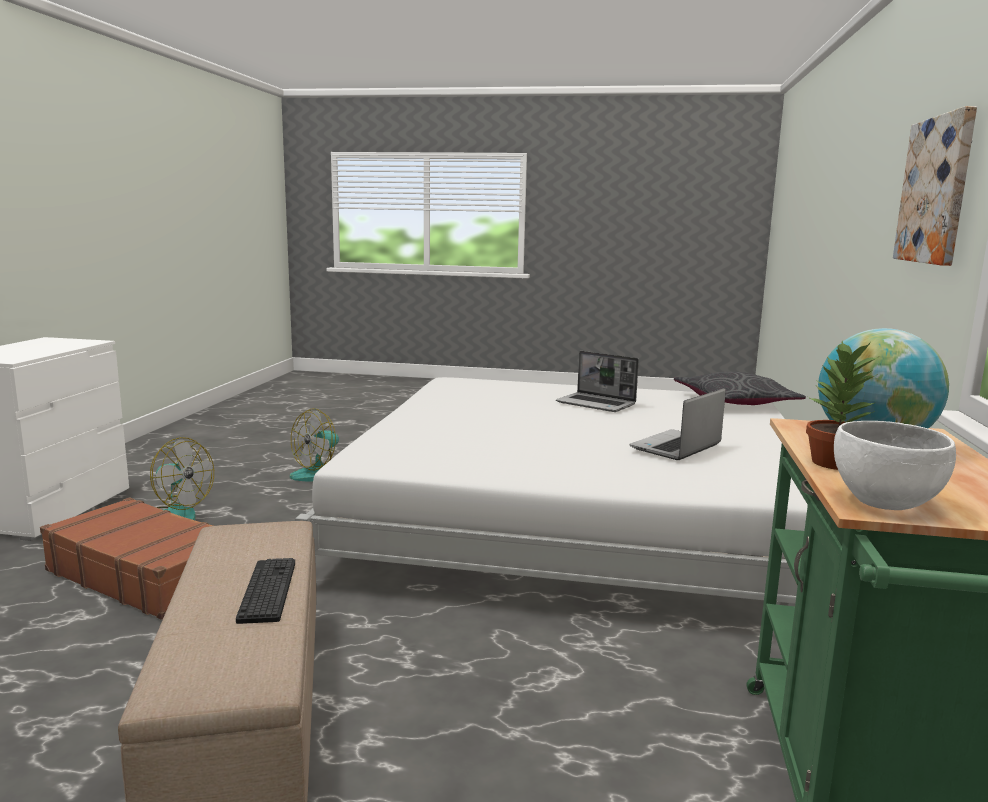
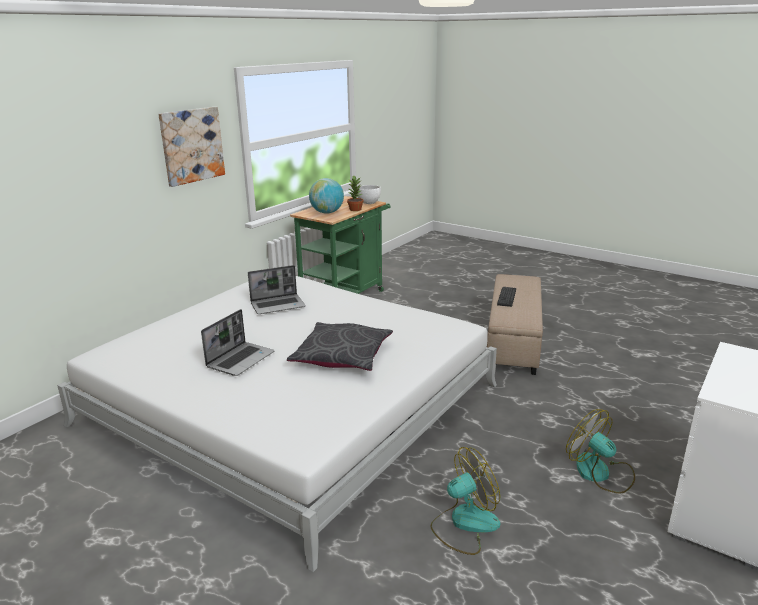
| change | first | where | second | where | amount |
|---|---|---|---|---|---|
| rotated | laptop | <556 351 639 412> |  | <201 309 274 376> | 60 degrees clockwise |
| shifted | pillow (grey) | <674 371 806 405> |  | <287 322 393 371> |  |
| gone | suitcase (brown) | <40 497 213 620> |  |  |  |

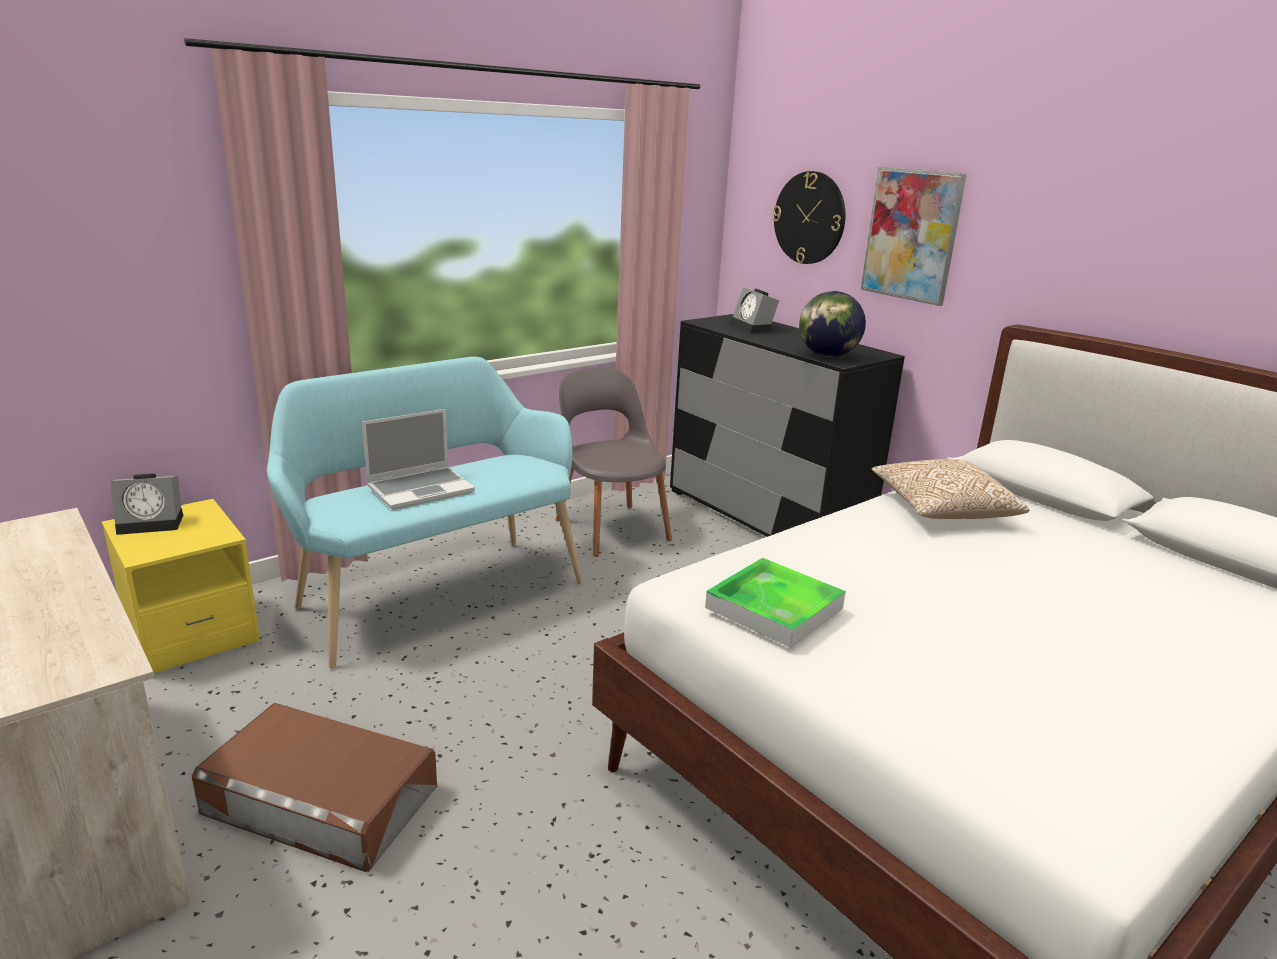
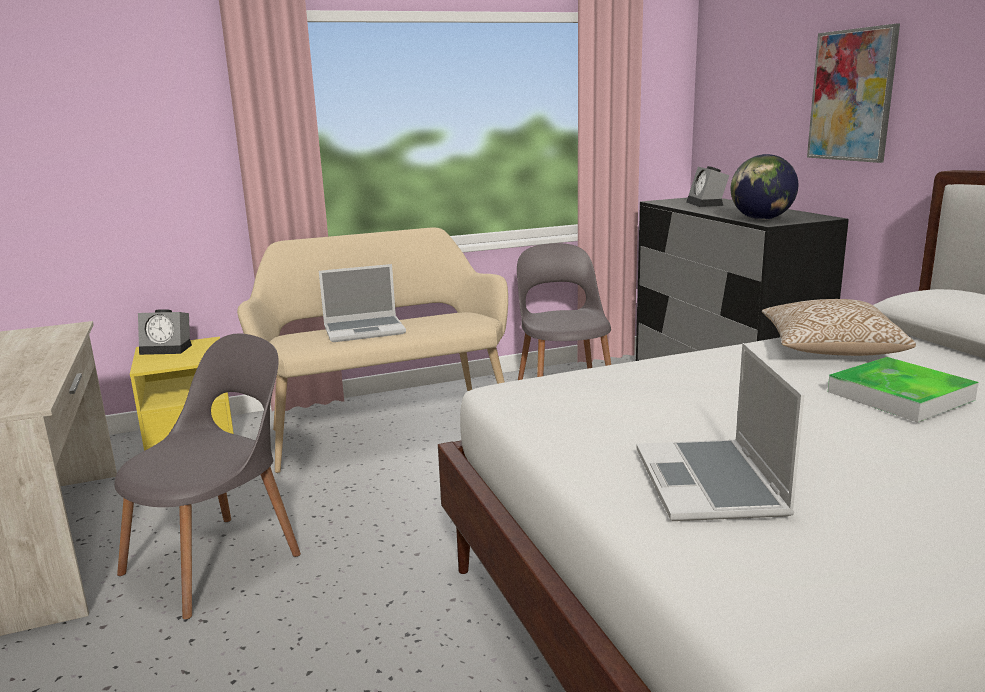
| change | first | where | second | where | amount |
|---|---|---|---|---|---|
| gone | wall clock | <772 171 845 264> |  |  |  |
| repainted | bench (turquoise) | <267 357 583 669> | bench (beige) | <237 228 508 473> |  |
| shifted | tray | <705 558 846 648> |  | <828 357 979 423> |  |
| swapped | storage box (brown) | <192 703 437 872> | chair (grey) | <114 333 301 620> |  |
| new |  |  | laptop | <636 343 804 521> |  |

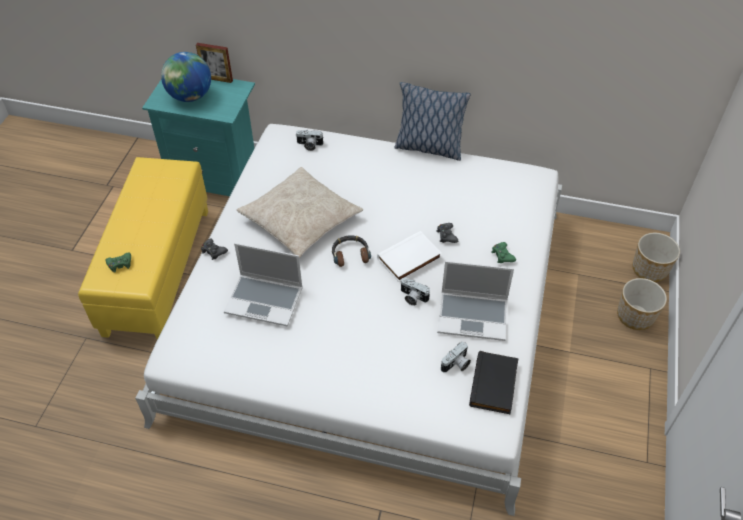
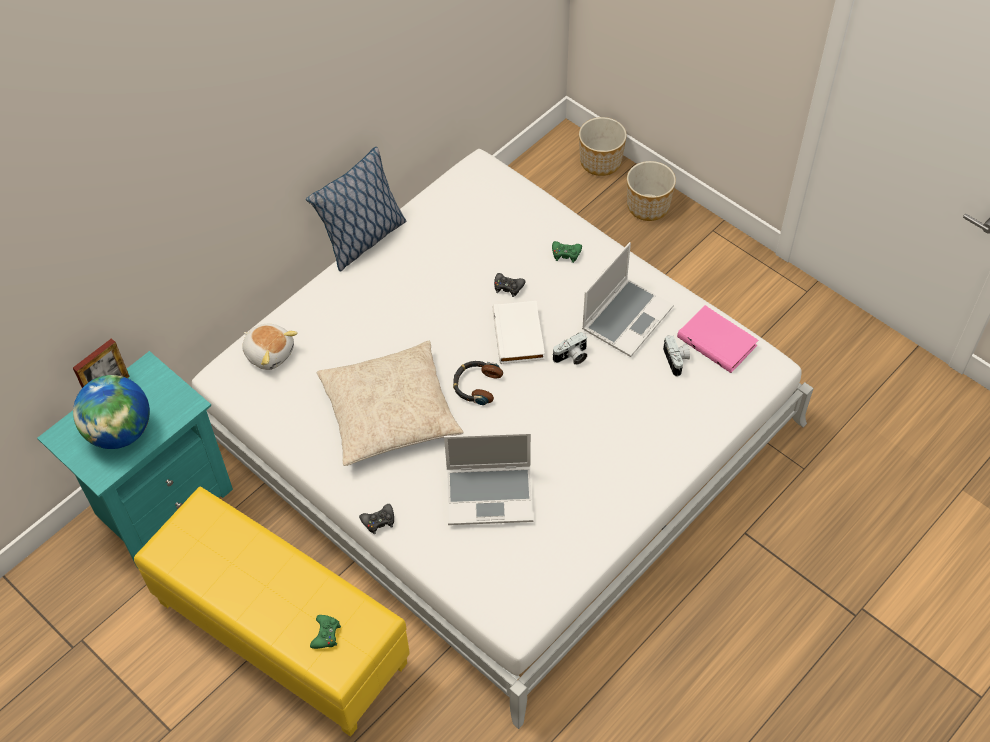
| change | first | where | second | where | amount |
|---|---|---|---|---|---|
| swapped | photo camera | <296 130 323 151> | plush toy | <242 324 298 370> |  |
| rotated | laptop | <224 243 303 327> |  | <444 433 534 525> | 45 degrees clockwise |
| repainted | book (black) | <469 351 519 414> | book (pink) | <677 305 758 373> |  |

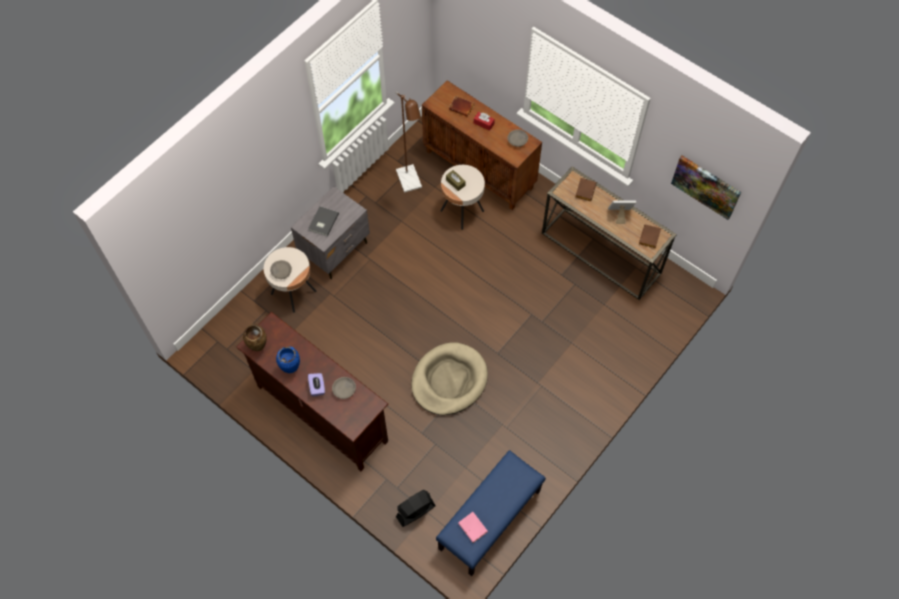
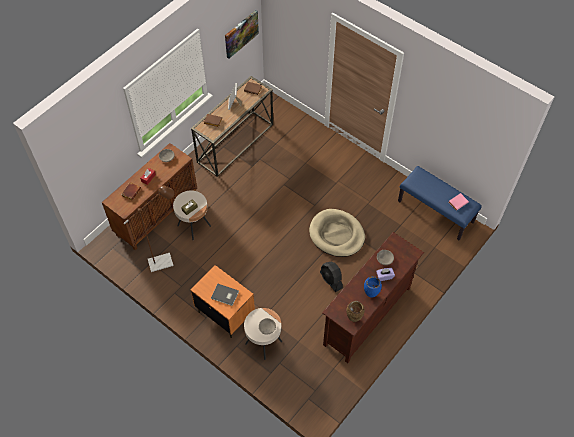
| change | first | where | second | where | amount |
|---|---|---|---|---|---|
| repainted | nightstand (grey) | <291 186 370 279> | nightstand (orange) | <191 265 255 338> |  |
| shifted | fan (black) | <396 490 436 527> |  | <320 262 343 292> |  |

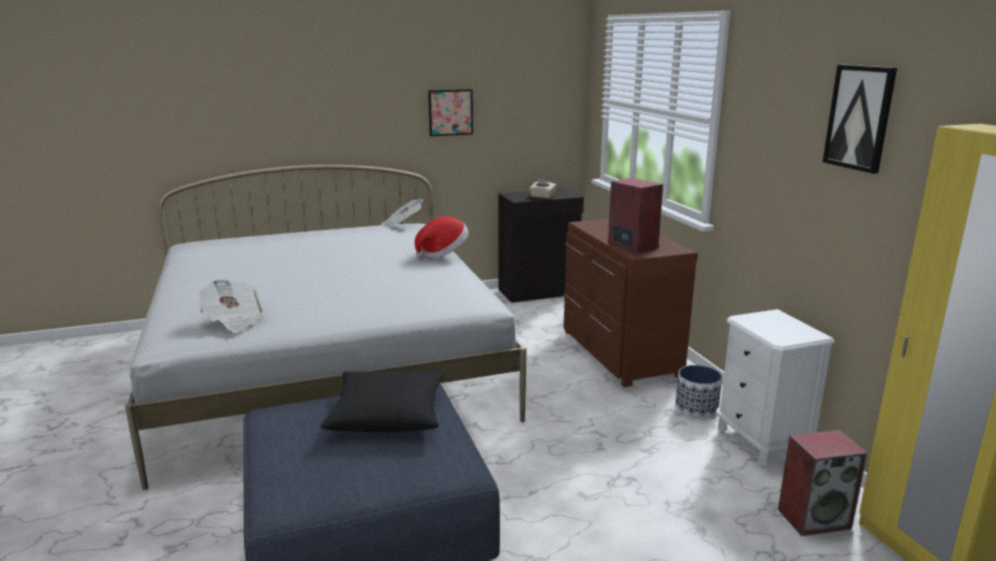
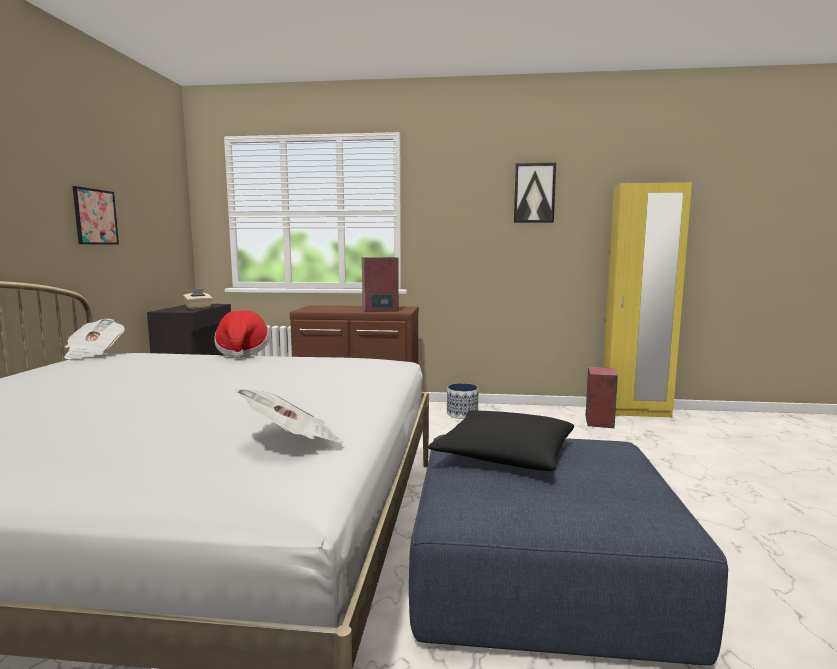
| change | first | where | second | where | amount |
|---|---|---|---|---|---|
| gone | nightstand (white) | <716 309 835 466> |  |  |  |

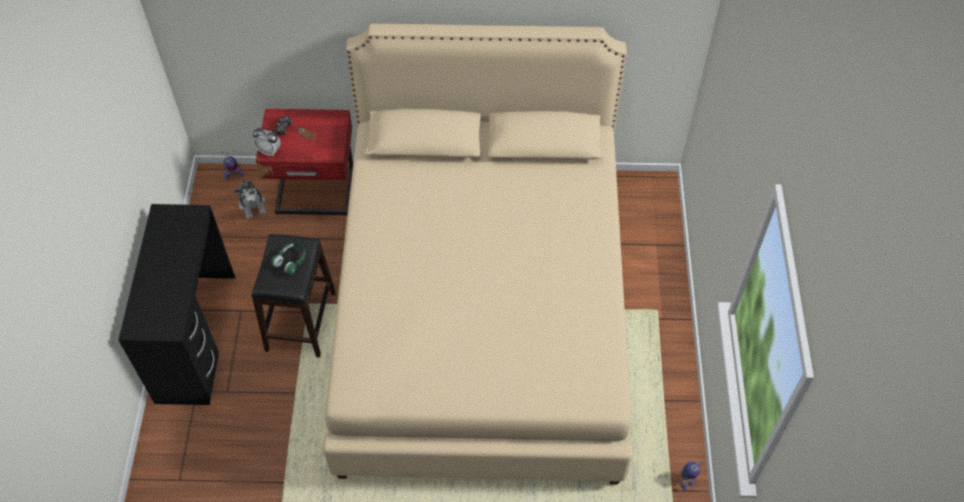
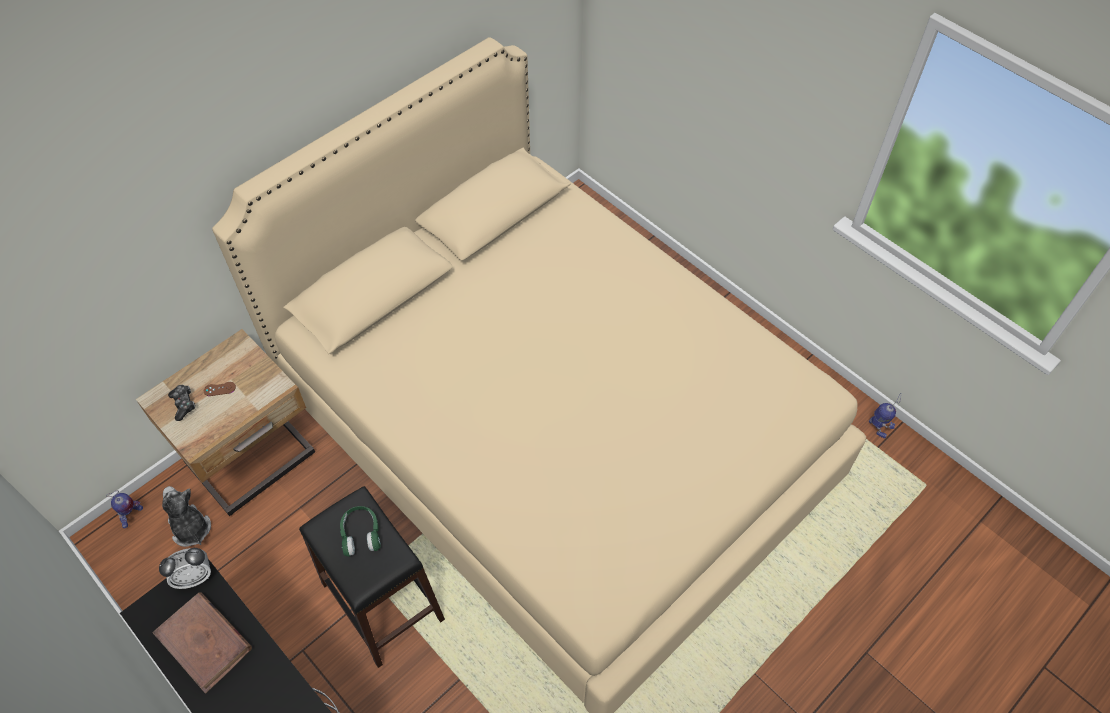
| change | first | where | second | where | amount |
|---|---|---|---|---|---|
| repainted | nightstand (red) | <256 109 353 215> | nightstand (beige) | <136 329 315 516> |  |
| shifted | alarm clock | <253 128 281 156> |  | <159 548 211 589> |  |
| rotated | plush toy | <233 179 266 219> |  | <162 486 211 547> | 150 degrees counterclockwise |
| new |  |  | book (brown) | <152 593 252 694> |  |

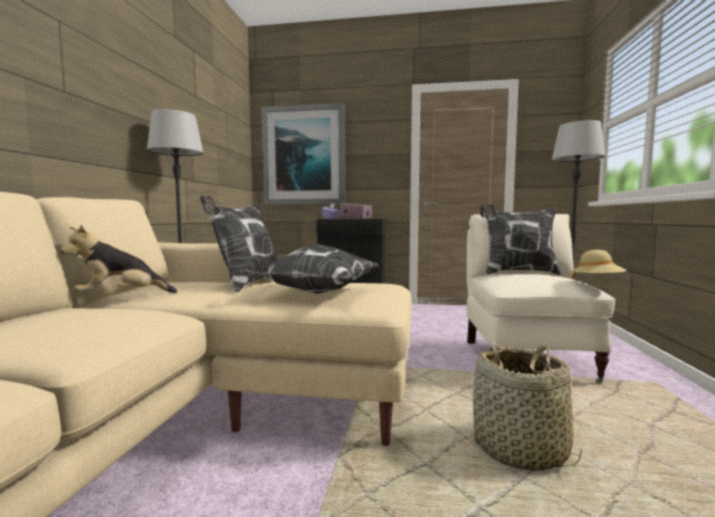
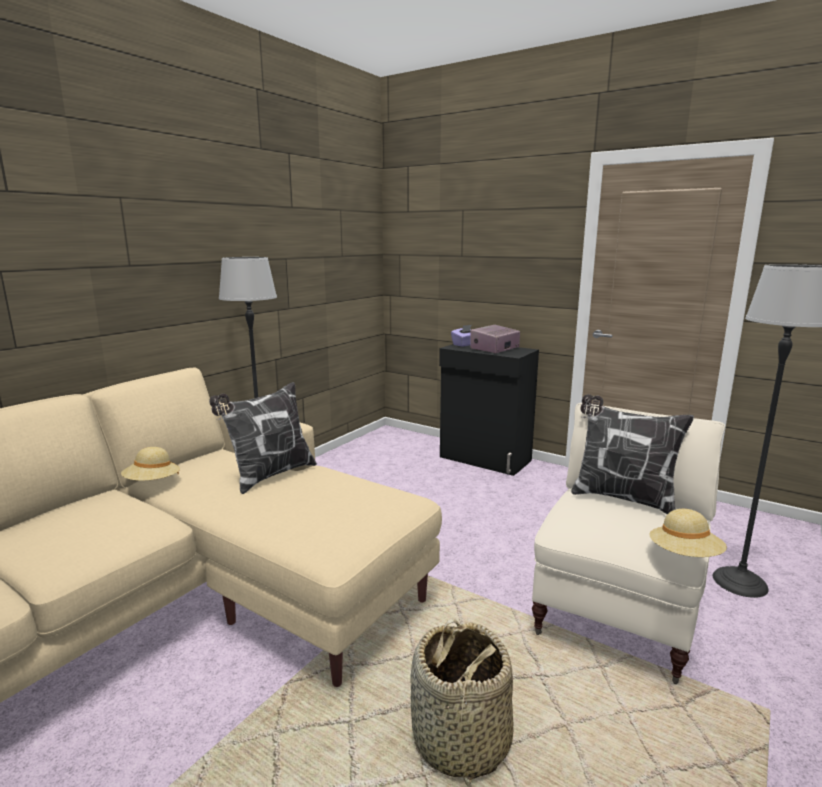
| change | first | where | second | where | amount |
|---|---|---|---|---|---|
| gone | picture | <262 103 345 205> |  |  |  |
| swapped | plush toy | <60 225 177 293> | hat (beige) | <121 447 180 481> |  |
| gone | pillow | <241 244 379 294> |  |  |  |

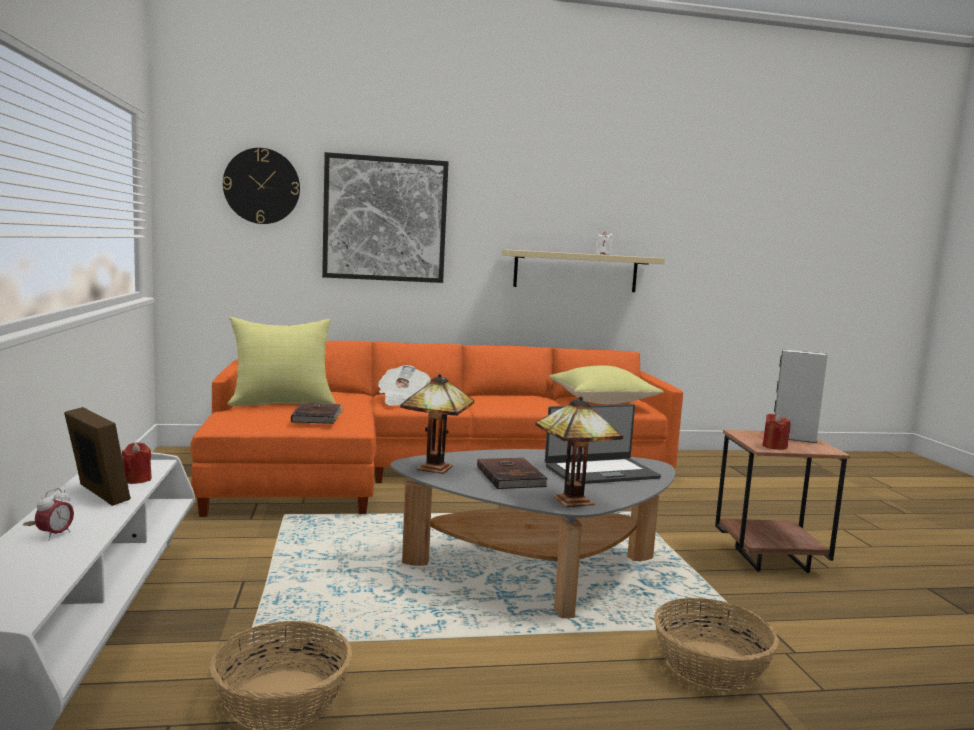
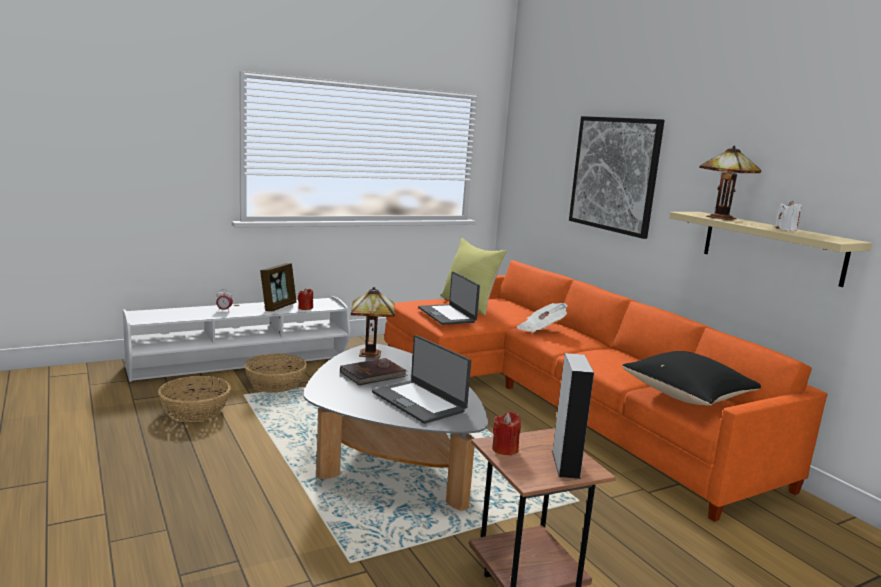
| change | first | where | second | where | amount |
|---|---|---|---|---|---|
| gone | wall clock | <223 148 300 224> |  |  |  |
| repainted | pillow (yellow) | <549 365 664 404> | pillow (black) | <622 351 761 406> |  |
| shifted | table lamp | <535 396 623 507> |  | <699 146 761 220> |  |
| swapped | book (brown) | <291 403 344 424> | laptop | <418 271 480 325> |  |
| shifted | basket | <654 598 779 691> |  | <244 353 307 392> |  |

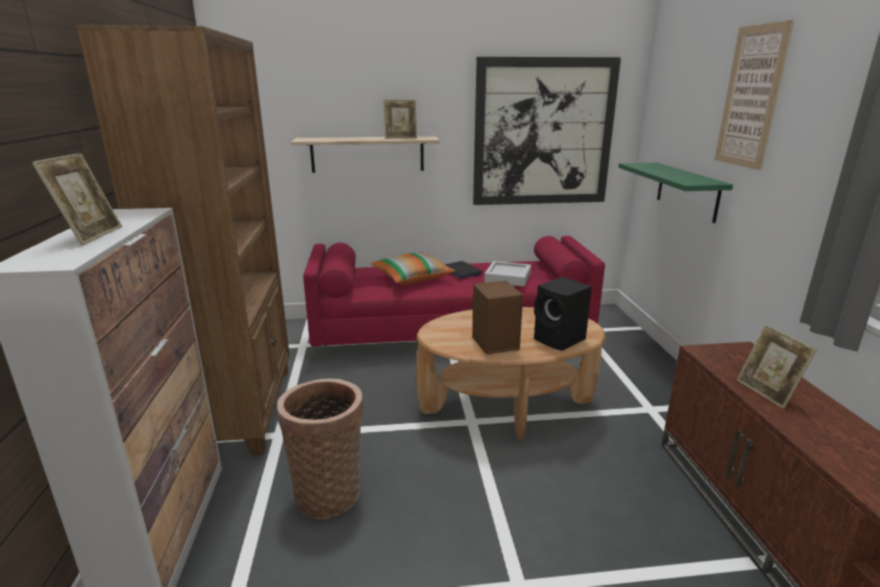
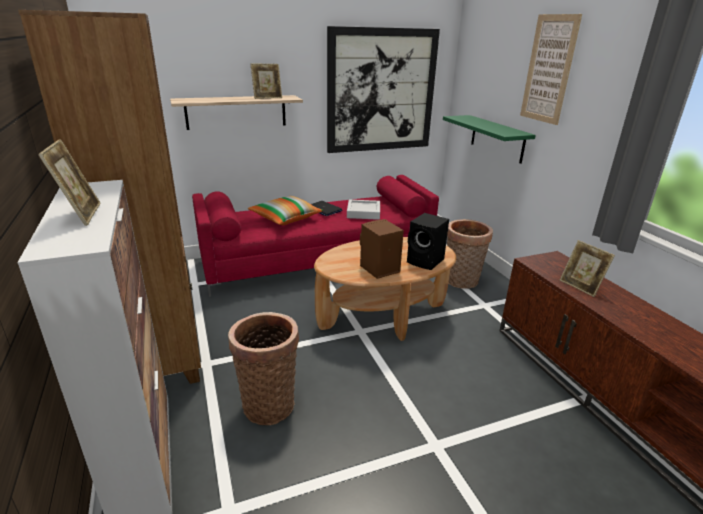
| change | first | where | second | where | amount |
|---|---|---|---|---|---|
| new |  |  | basket | <447 219 493 289> |  |

